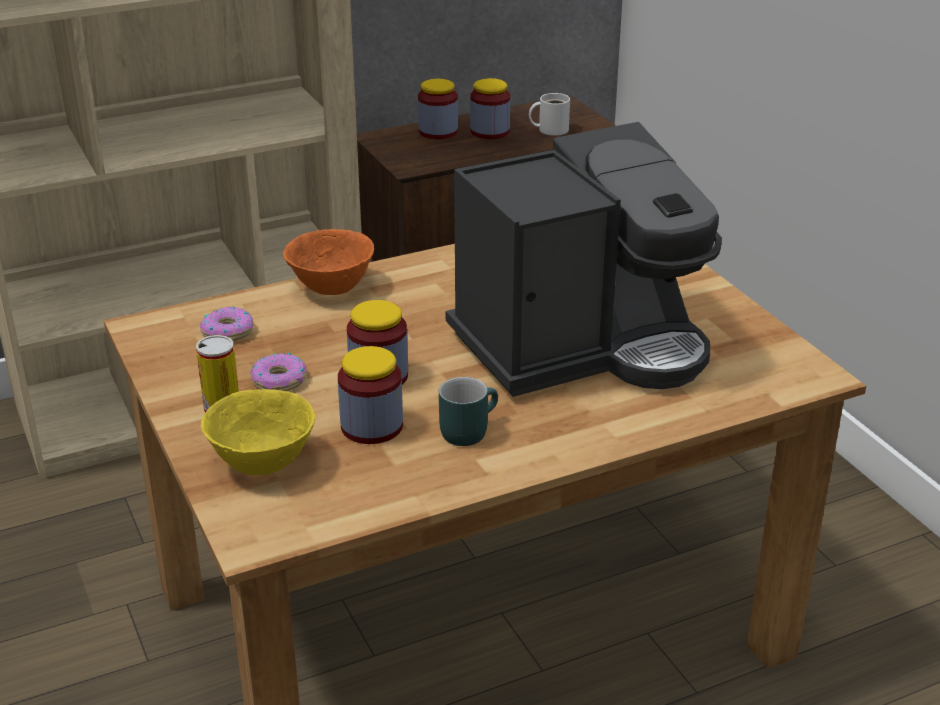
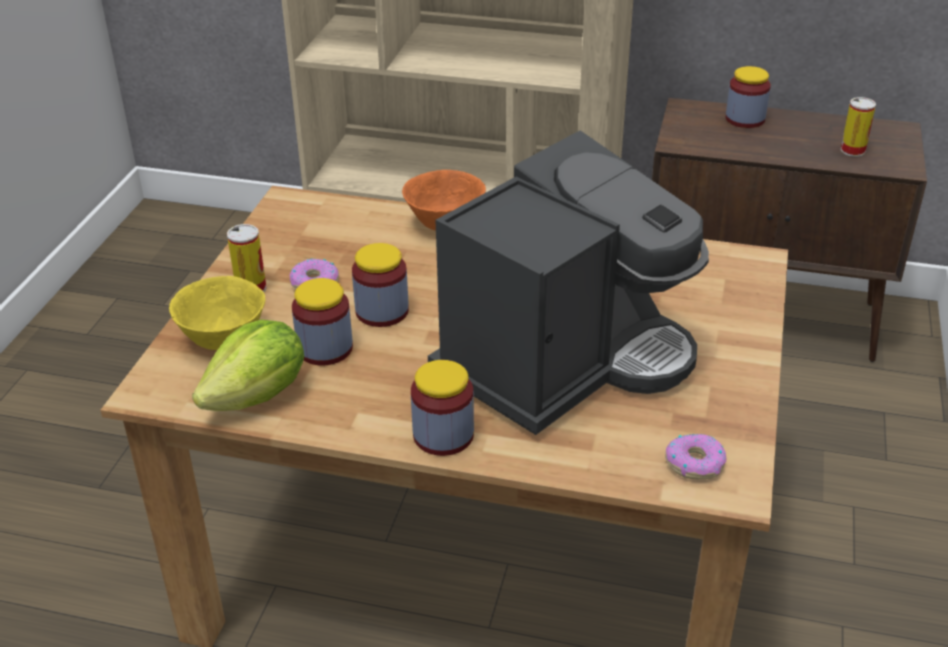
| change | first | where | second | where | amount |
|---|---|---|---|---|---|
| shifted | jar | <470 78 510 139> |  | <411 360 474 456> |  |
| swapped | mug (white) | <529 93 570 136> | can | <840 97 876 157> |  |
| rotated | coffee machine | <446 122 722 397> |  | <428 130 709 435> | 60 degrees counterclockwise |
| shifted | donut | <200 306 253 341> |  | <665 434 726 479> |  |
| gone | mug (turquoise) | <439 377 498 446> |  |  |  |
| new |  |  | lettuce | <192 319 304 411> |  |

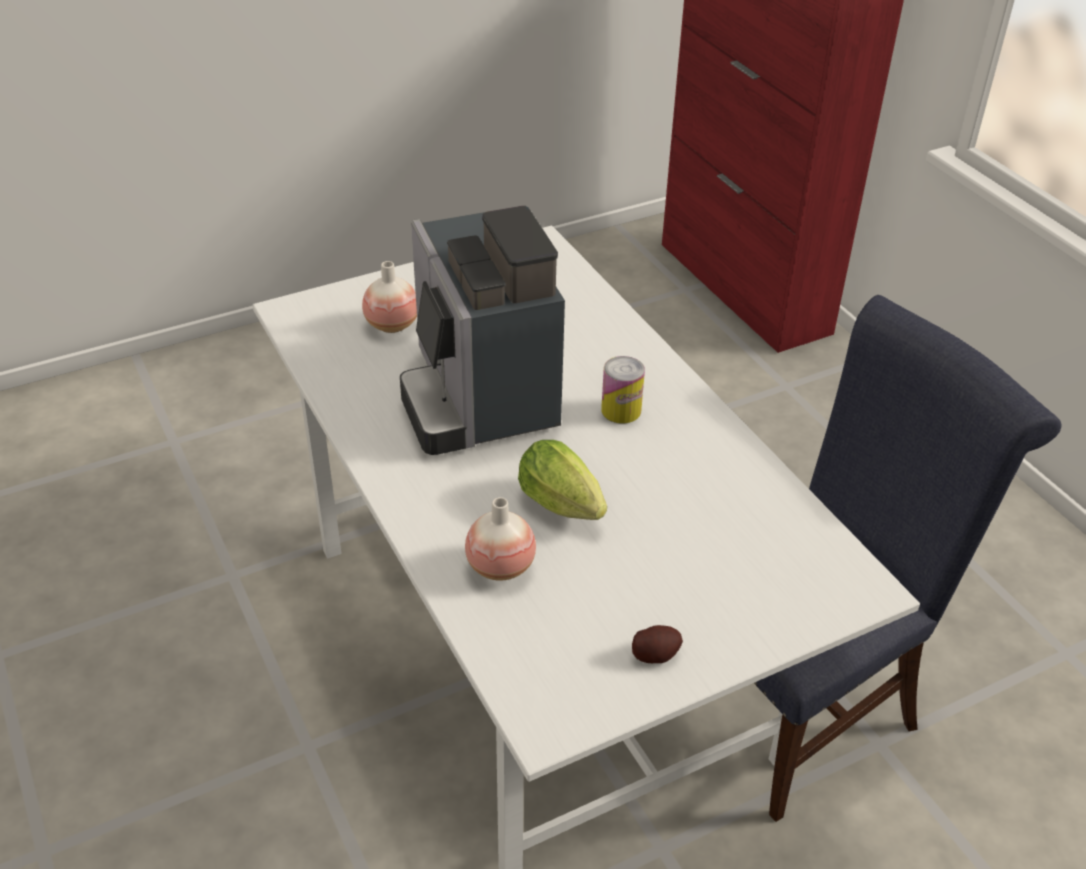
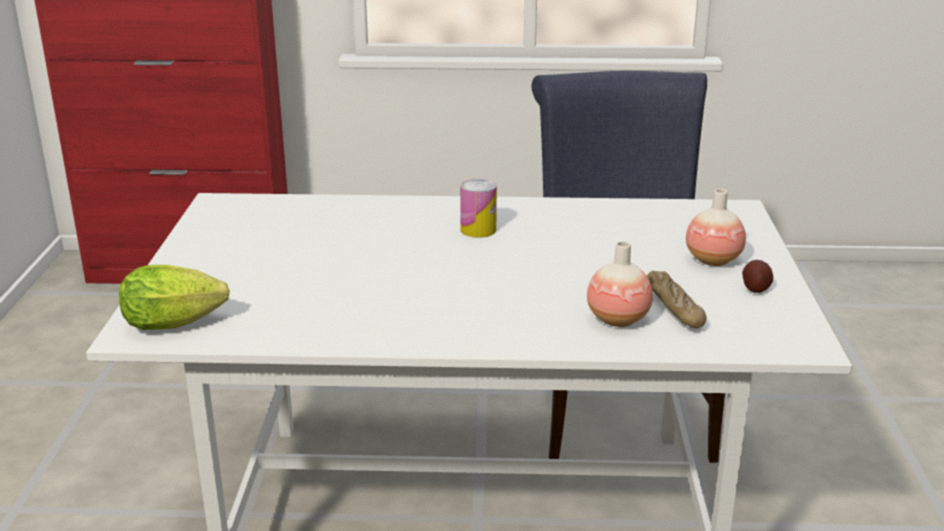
| change | first | where | second | where | amount |
|---|---|---|---|---|---|
| gone | coffee machine | <400 206 565 455> |  |  |  |
| shifted | vase | <362 261 417 333> |  | <686 189 746 266> |  |
| shifted | lettuce | <518 440 607 520> |  | <119 265 230 330> |  |
| new |  |  | bread | <647 271 706 328> |  |

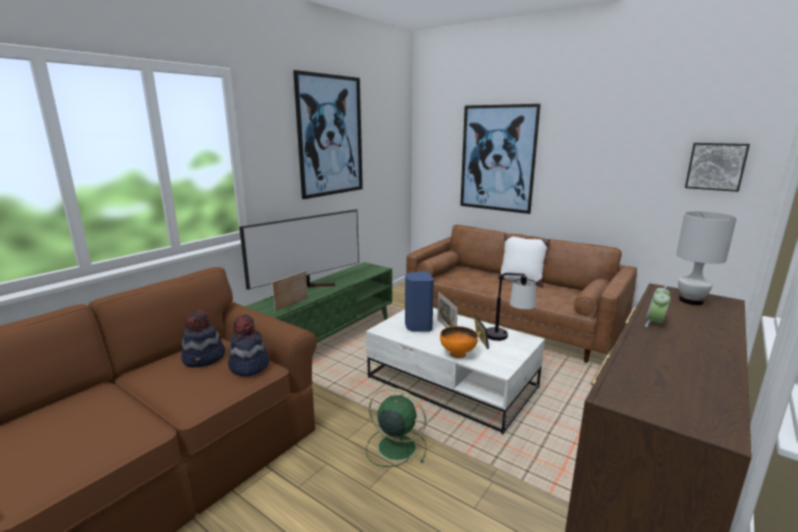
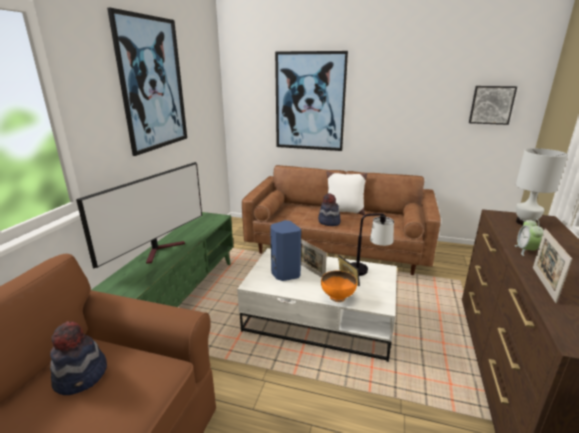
| change | first | where | second | where | amount |
|---|---|---|---|---|---|
| shifted | picture frame | <272 271 308 312> |  | <533 229 572 303> |  |
| shifted | hat | <228 315 269 376> |  | <318 193 341 226> |  |
| gone | fan (green) | <366 388 426 467> |  |  |  |

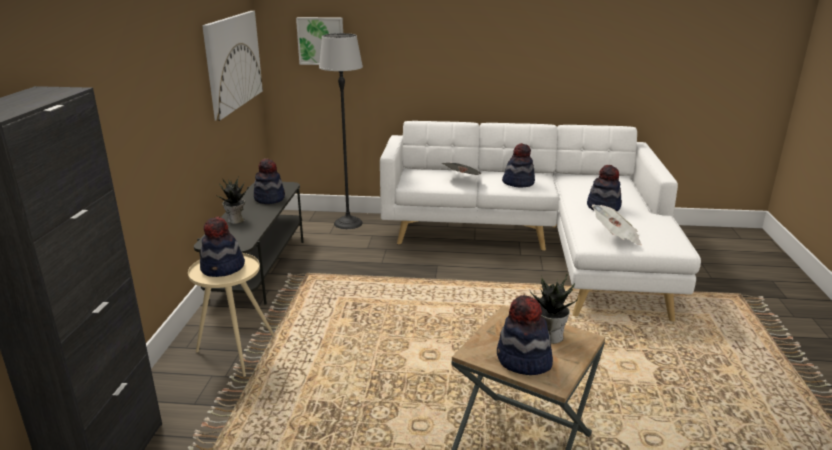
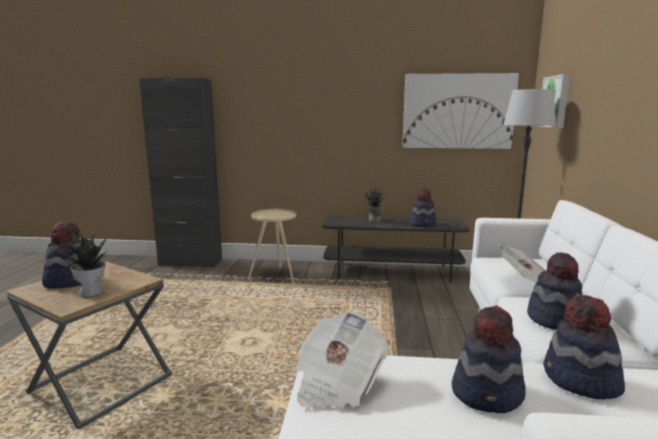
| change | first | where | second | where | amount |
|---|---|---|---|---|---|
| shifted | hat | <200 216 245 277> |  | <544 295 625 400> |  |

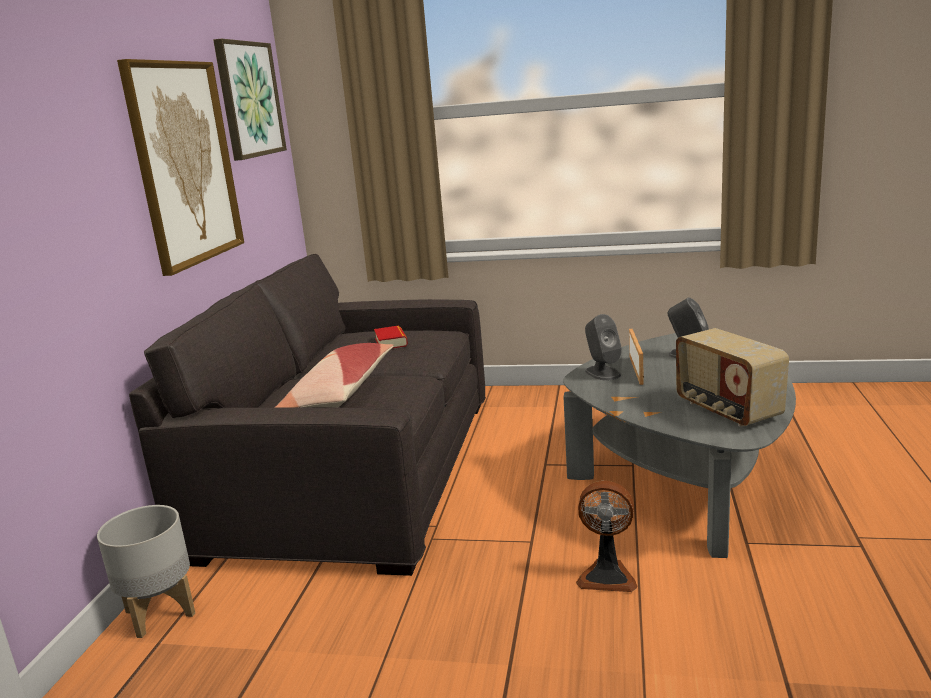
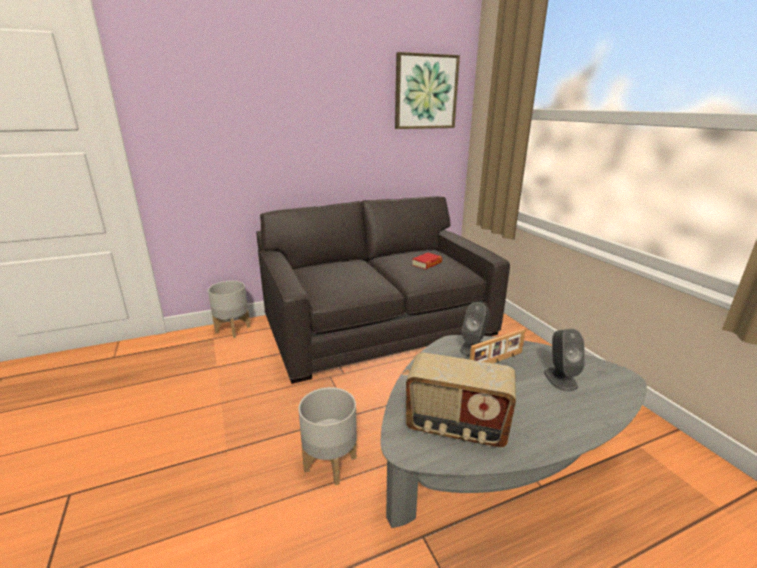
| change | first | where | second | where | amount |
|---|---|---|---|---|---|
| gone | picture | <117 59 244 276> |  |  |  |
| rotated | radio | <676 328 789 427> |  | <406 352 516 447> | 105 degrees counterclockwise |
| gone | pillow | <274 343 393 408> |  |  |  |
| swapped | fan | <576 481 637 592> | planter (grey) | <299 387 357 485> |  |

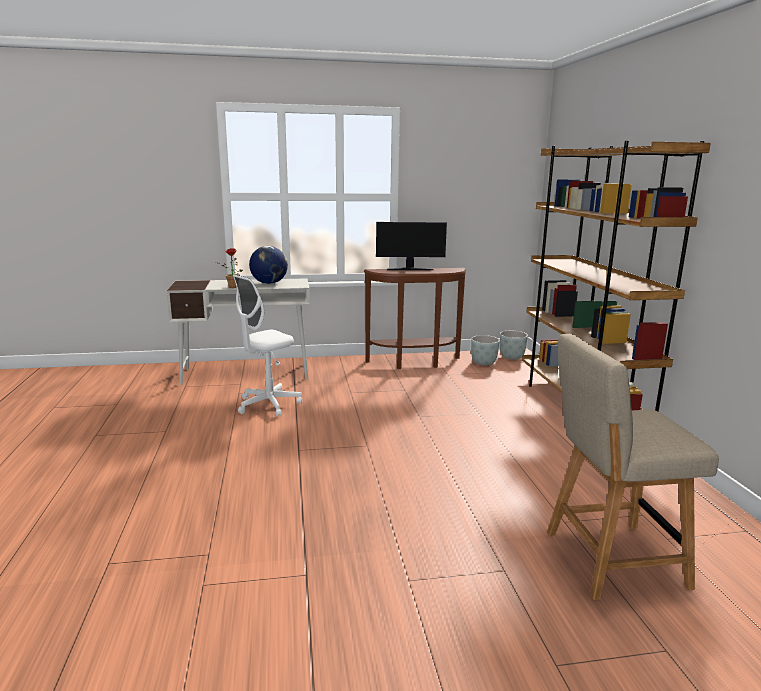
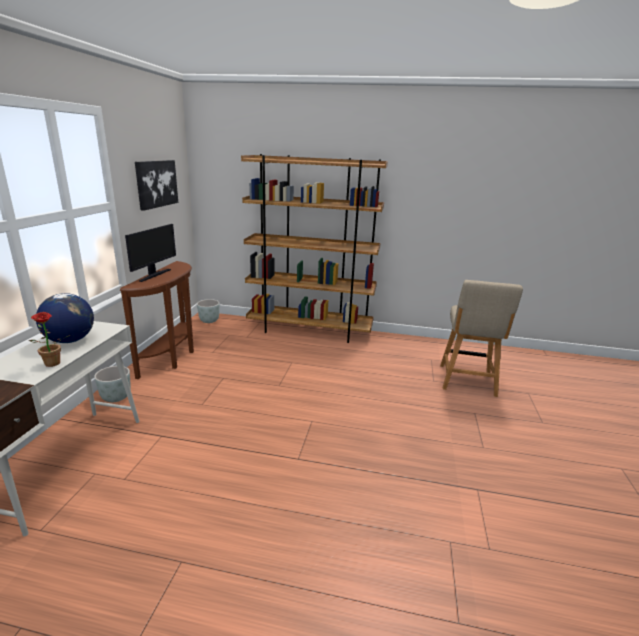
| change | first | where | second | where | amount |
|---|---|---|---|---|---|
| gone | office chair (white) | <233 274 302 417> |  |  |  |
| shifted | planter (grey) | <471 335 500 365> |  | <94 366 131 402> |  |
| new |  |  | picture | <135 160 178 211> |  |

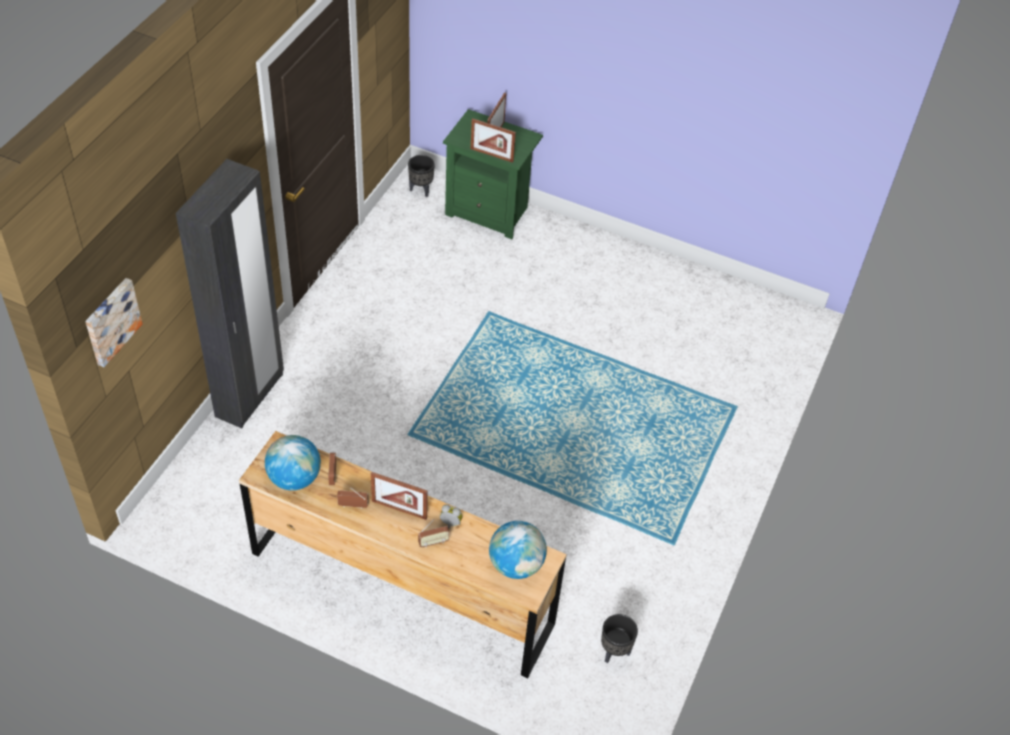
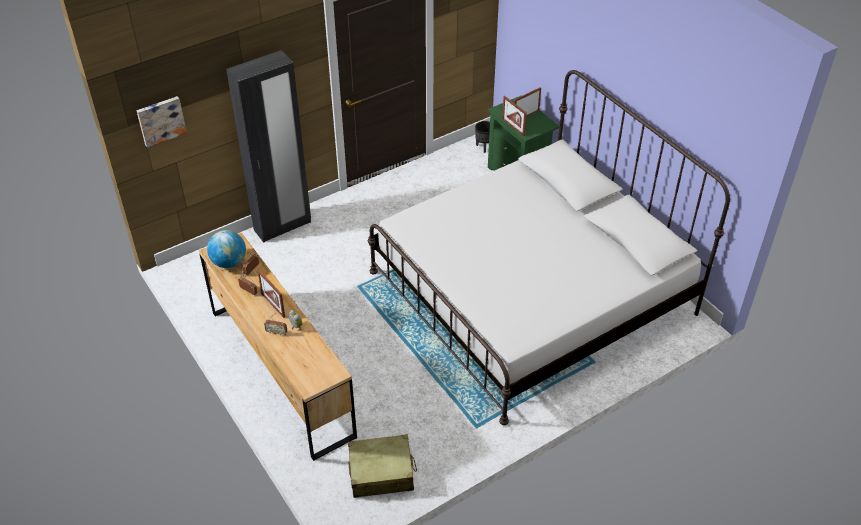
| change | first | where | second | where | amount |
|---|---|---|---|---|---|
| gone | globe | <489 521 547 579> |  |  |  |
| swapped | planter (black) | <601 614 638 663> | suitcase (beige) | <348 434 417 498> |  |
| new |  |  | bed (white) | <368 70 730 425> |  |

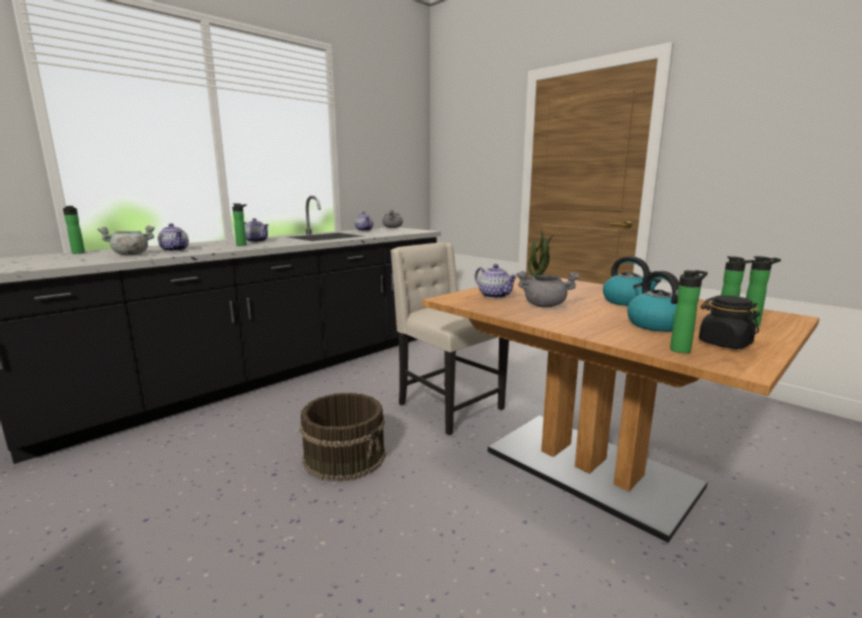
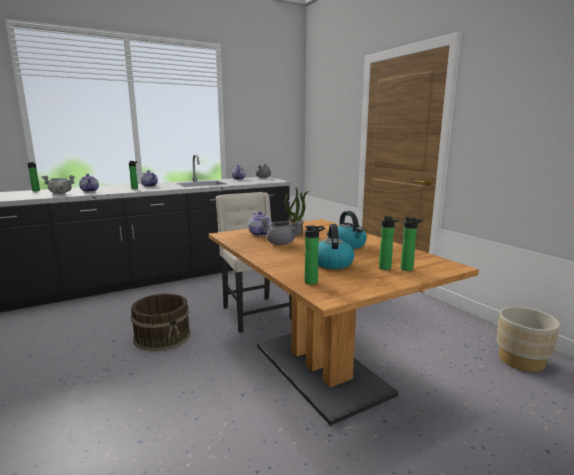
| change | first | where | second | where | amount |
|---|---|---|---|---|---|
| gone | jar (black) | <699 295 760 349> |  |  |  |
| new |  |  | planter (beige) | <497 307 560 372> |  |

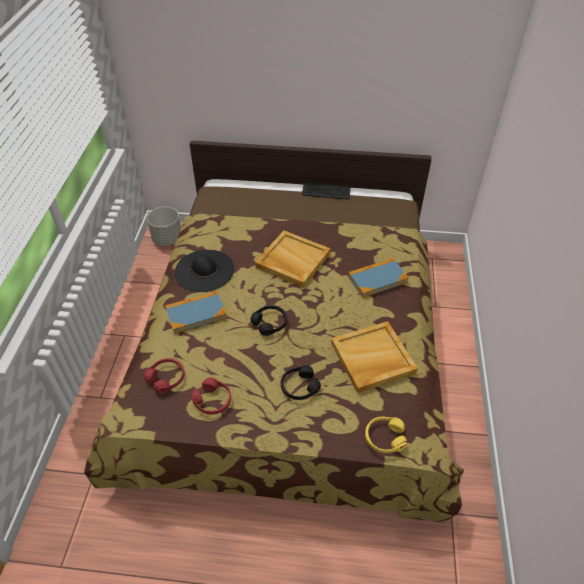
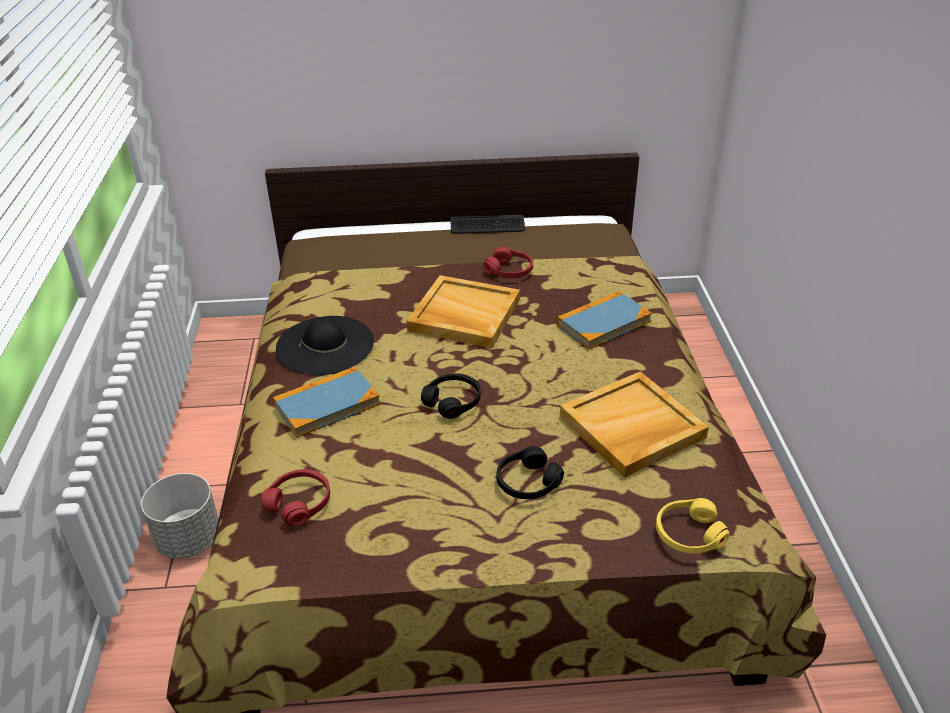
| change | first | where | second | where | amount |
|---|---|---|---|---|---|
| shifted | planter (grey) | <147 207 181 246> |  | <141 473 219 559> |  |
| shifted | headphones (red) | <190 377 231 414> |  | <484 247 533 278> |  |

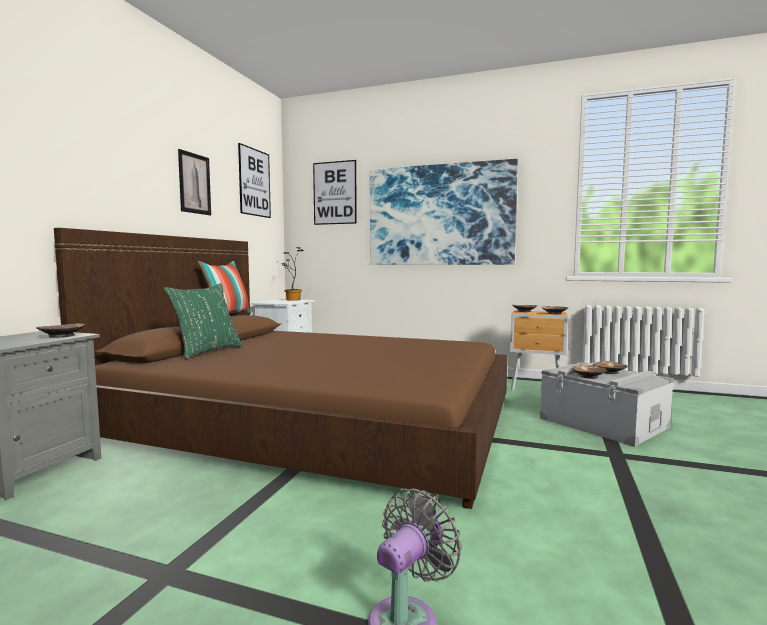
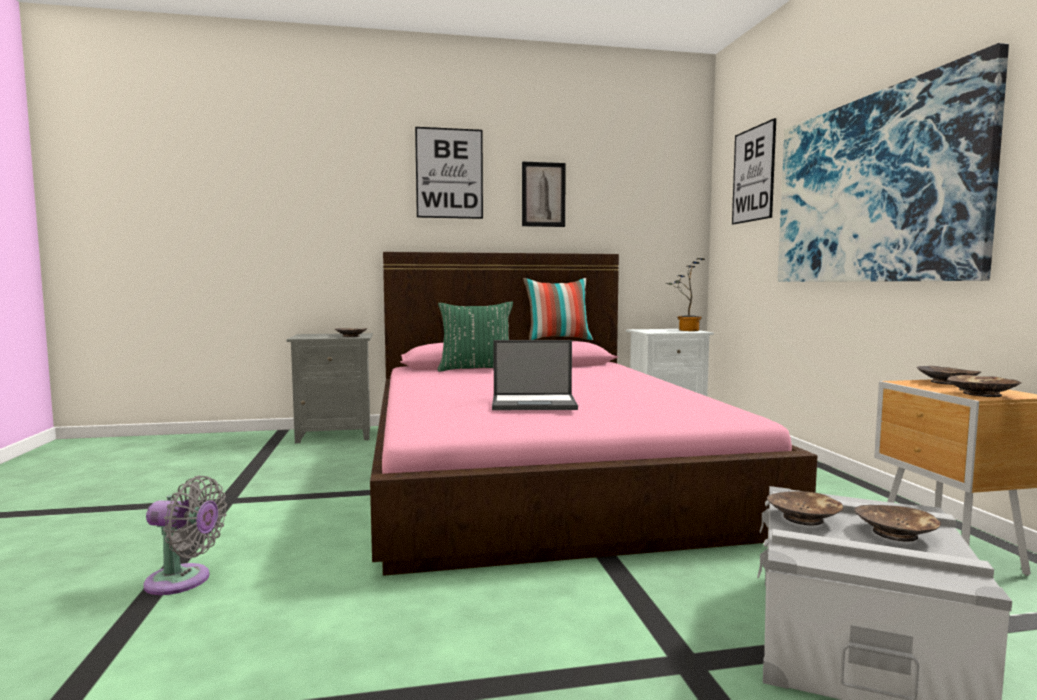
| change | first | where | second | where | amount |
|---|---|---|---|---|---|
| shifted | picture | <238 143 271 218> |  | <415 127 483 219> |  |
| repainted | bed (brown) | <54 228 508 509> | bed (pink) | <370 252 817 576> |  |
| new |  |  | laptop | <492 340 578 410> |  |

